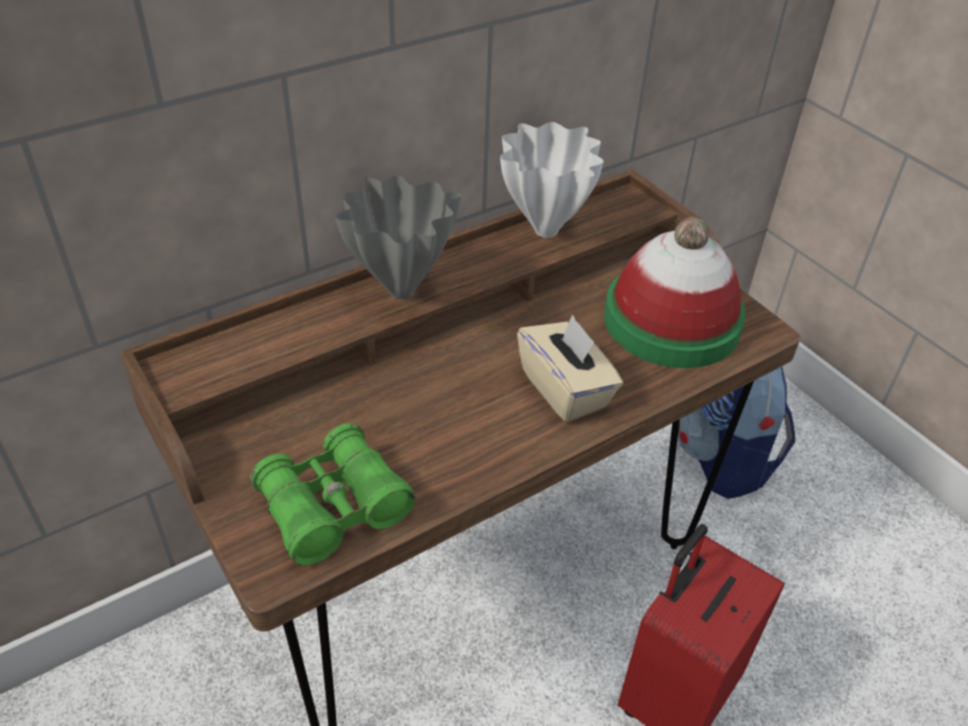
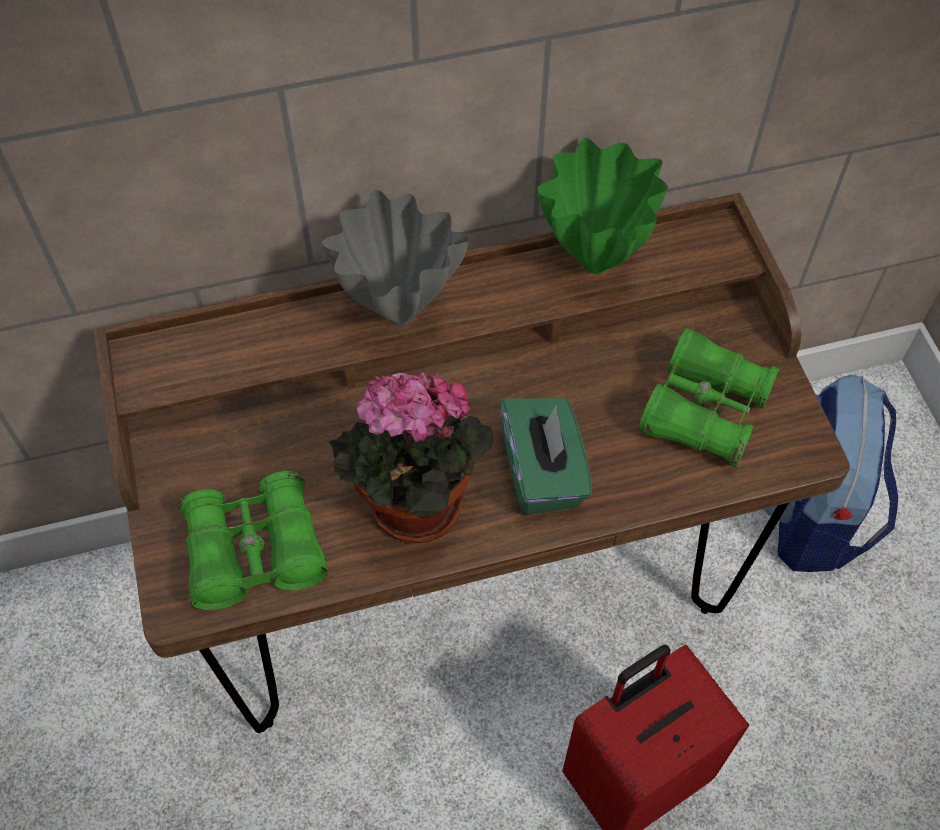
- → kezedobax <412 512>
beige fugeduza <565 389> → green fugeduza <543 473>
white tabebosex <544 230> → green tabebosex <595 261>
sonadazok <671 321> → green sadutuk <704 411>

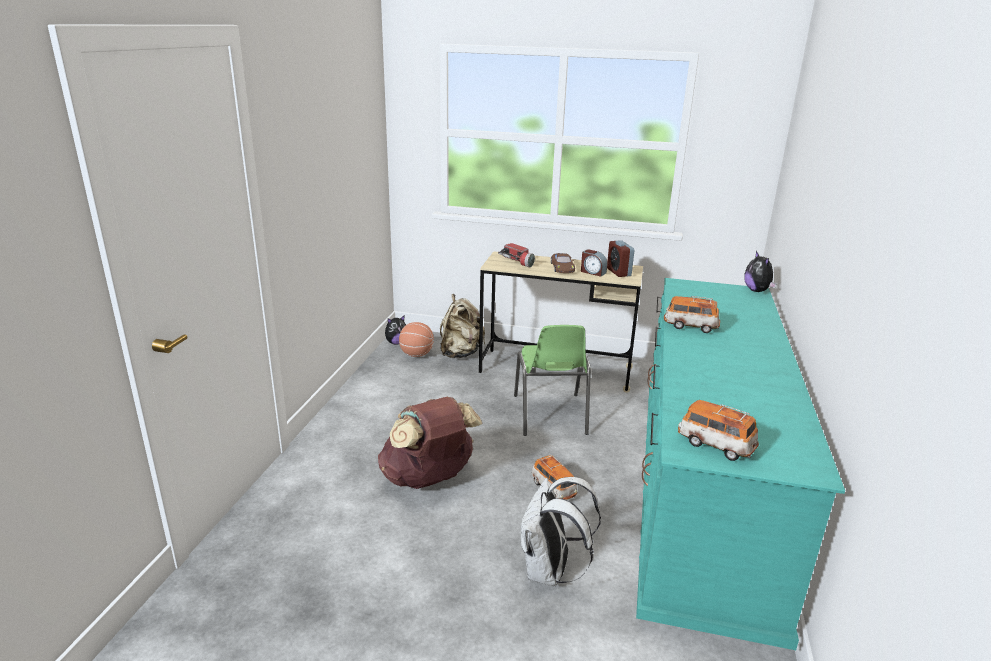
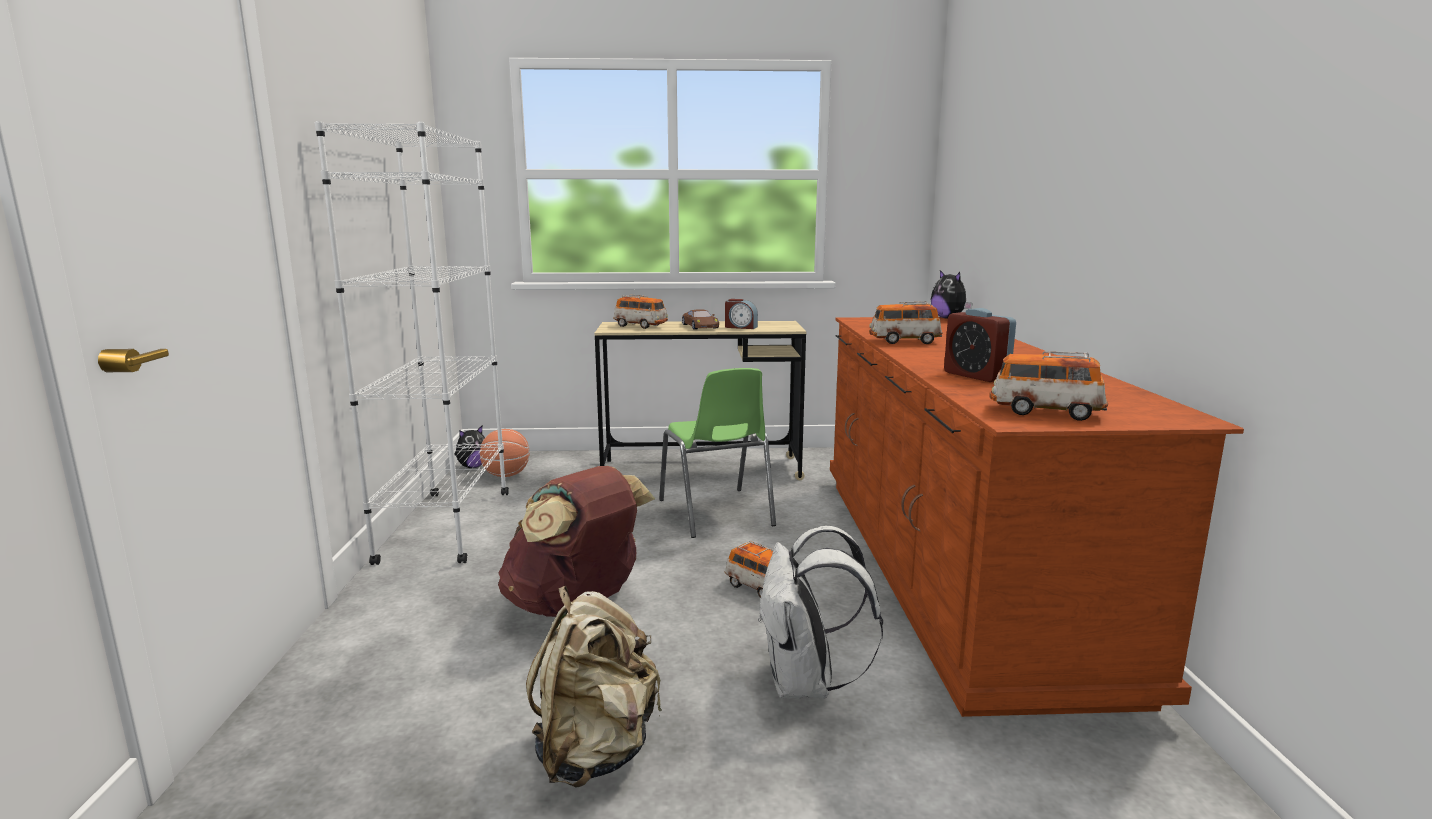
- → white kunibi <446 526>
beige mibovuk <460 353> → beige mibovuk <595 750>, moved
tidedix <518 262> → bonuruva <640 326>
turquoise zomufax <700 496> → brown zomufax <950 567>
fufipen <618 272> → fufipen <976 376>, moved

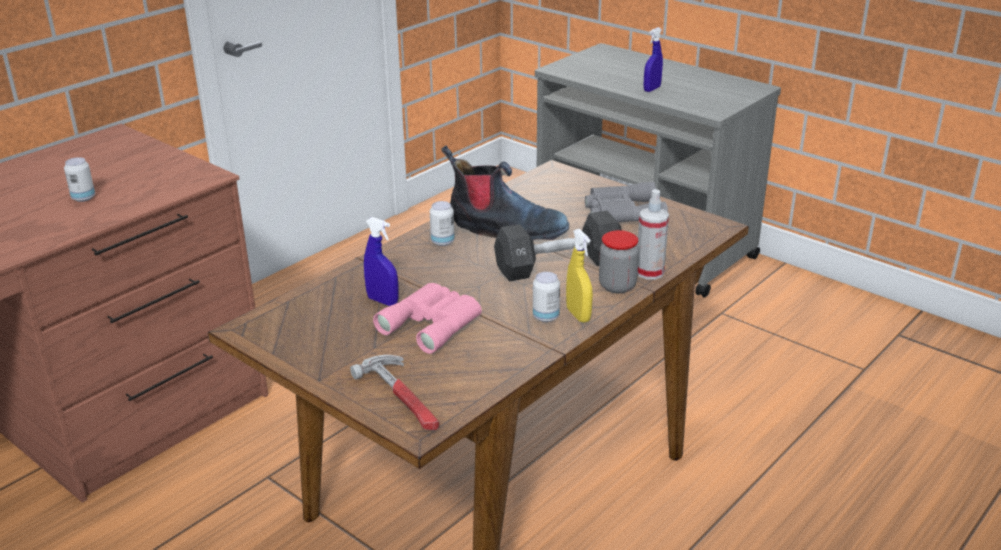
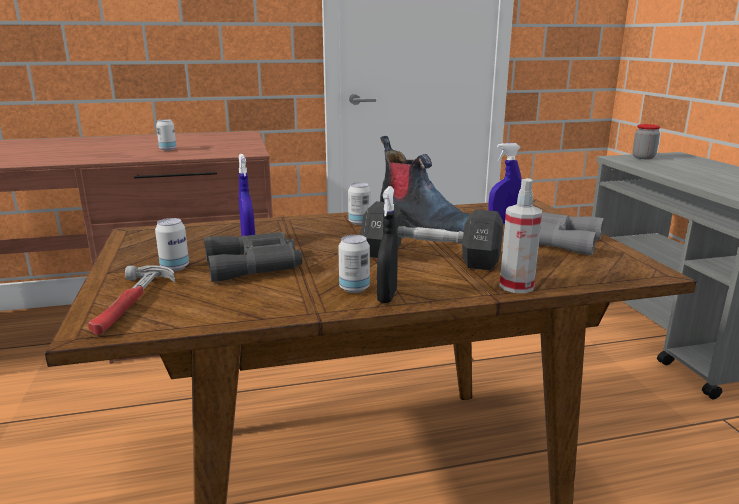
- → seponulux <175 267>
pink sadutuk <434 323> → grey sadutuk <256 265>
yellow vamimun <578 315> → black vamimun <387 296>
blue vamimun <652 89> → blue vamimun <503 223>, moved
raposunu <617 286> → raposunu <643 157>, moved

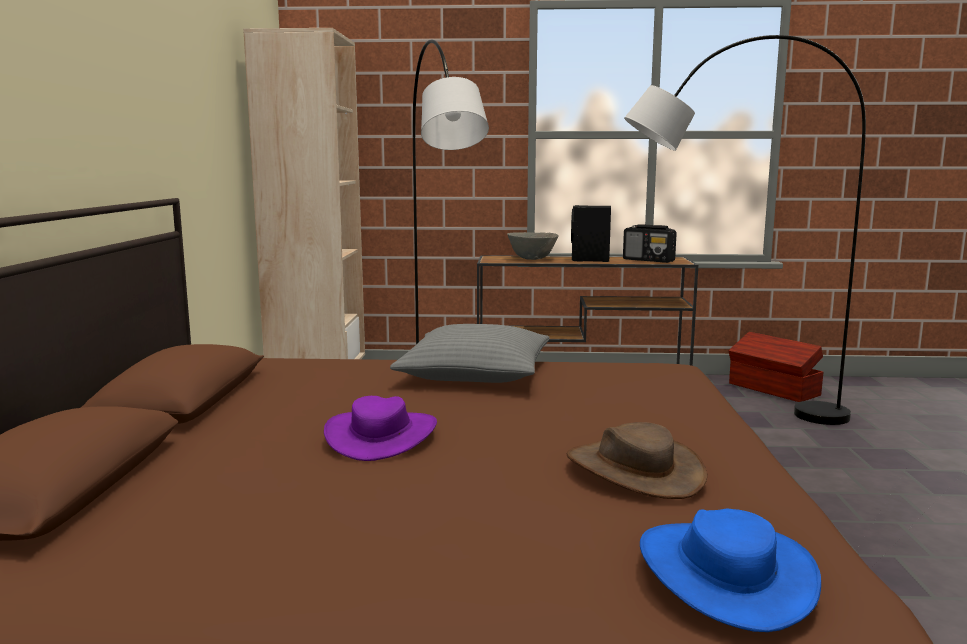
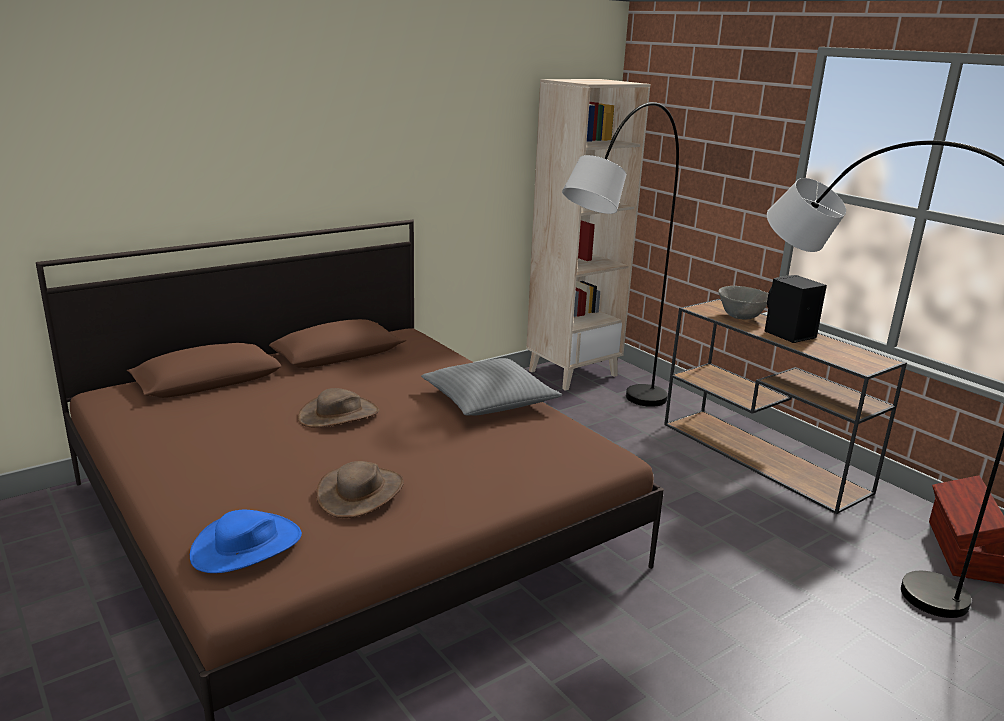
purple sonadazok <382 436> → brown sonadazok <339 415>
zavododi <649 260> → -

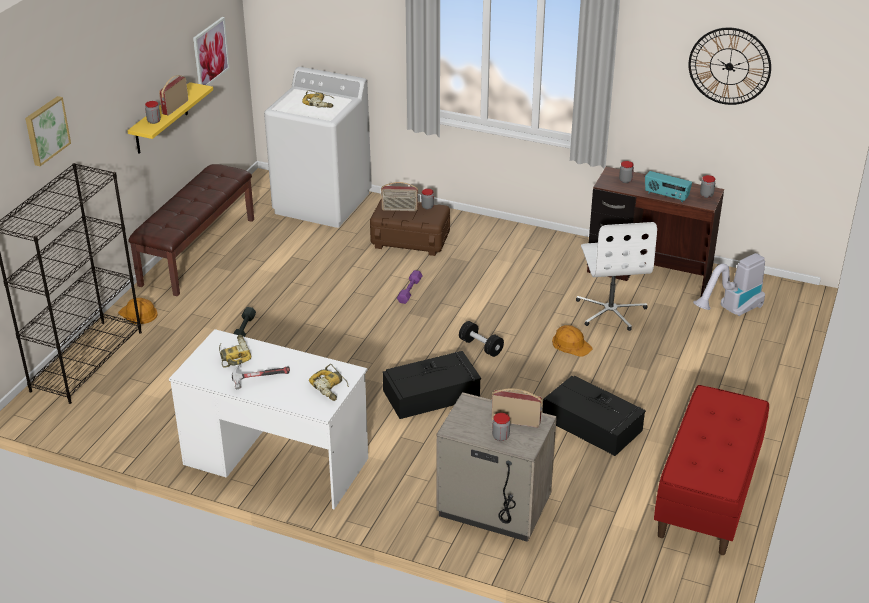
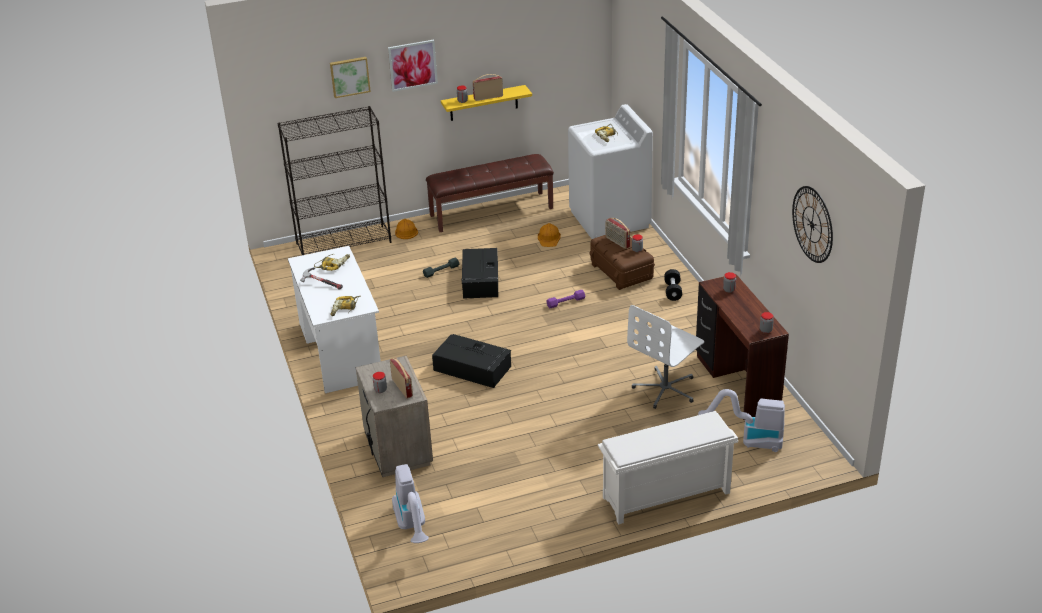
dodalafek <210 53> → dodalafek <412 65>, moved
- → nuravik <412 527>
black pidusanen <593 425> → black pidusanen <480 280>, moved
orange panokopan <571 344> → orange panokopan <549 238>, moved
- → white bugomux <665 496>
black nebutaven <481 346> → black nebutaven <672 291>, moved
zavododi <666 196> → -
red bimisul <708 496> → -

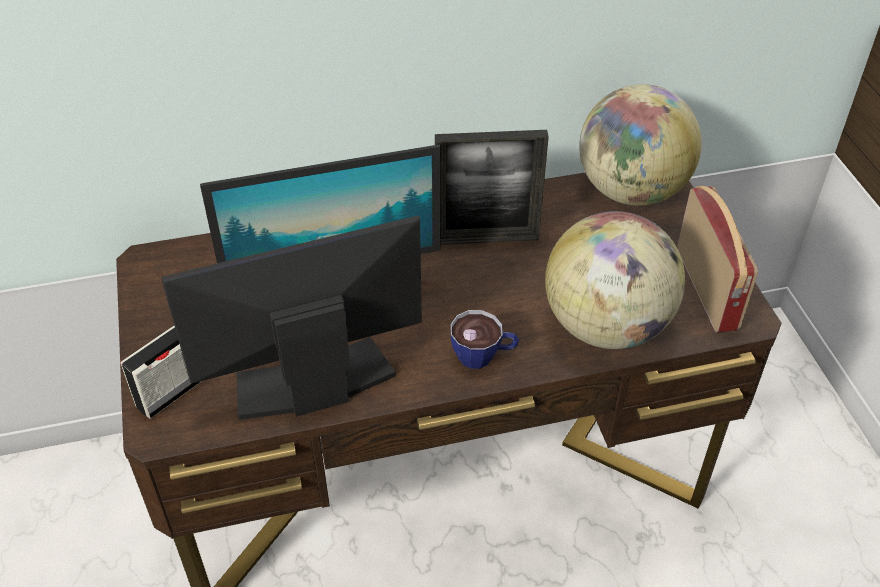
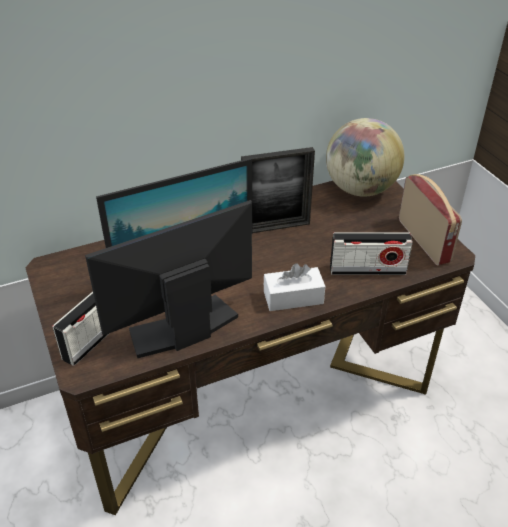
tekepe <483 356> → white fugeduza <293 297>
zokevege <606 326> → zavododi <367 270>

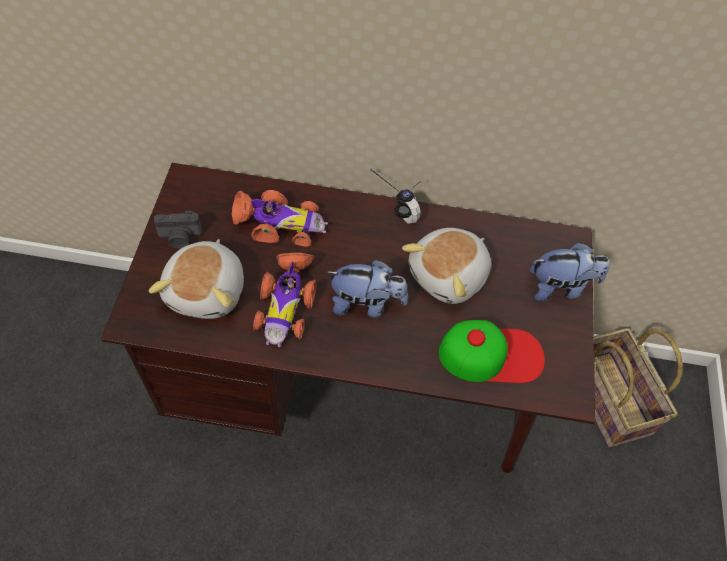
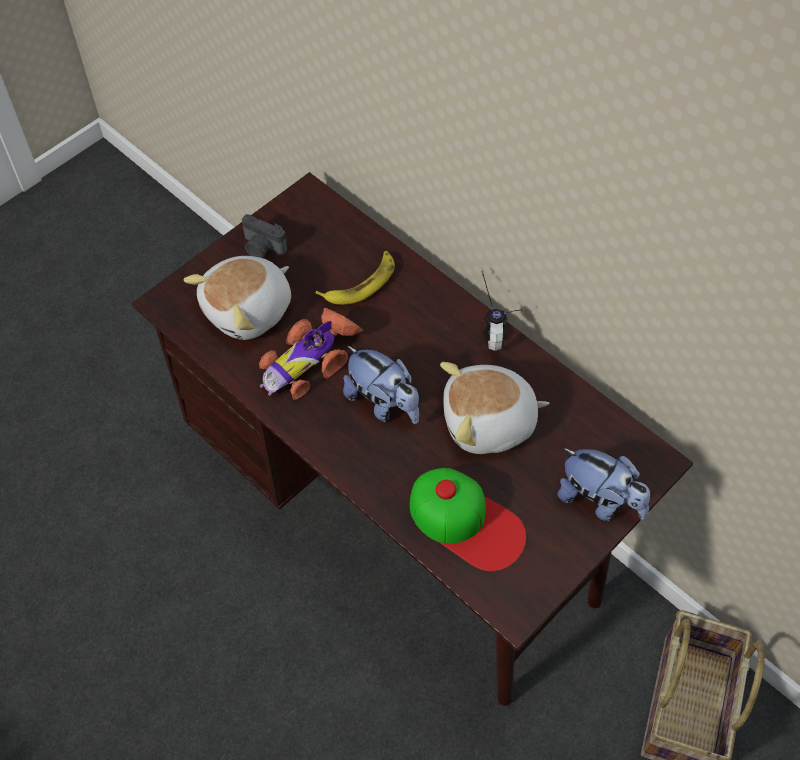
bonuruva <278 225> → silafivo <361 283>

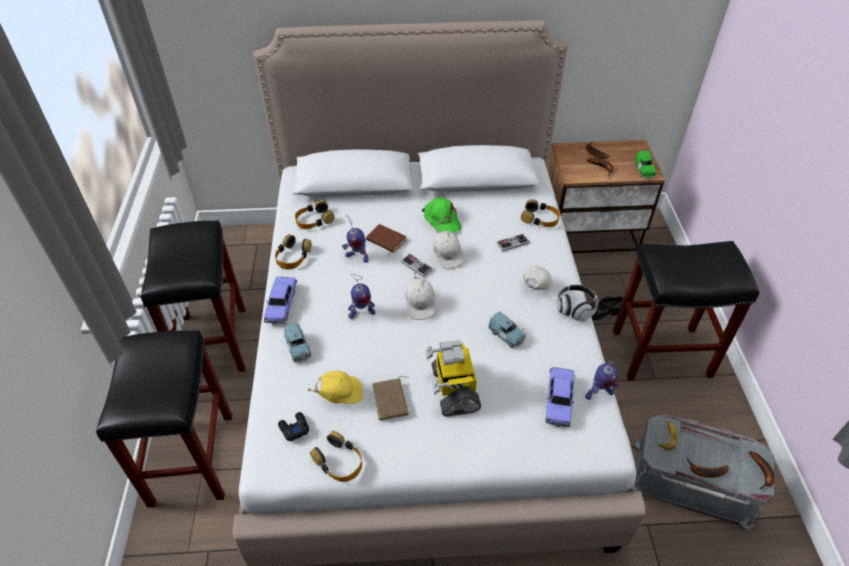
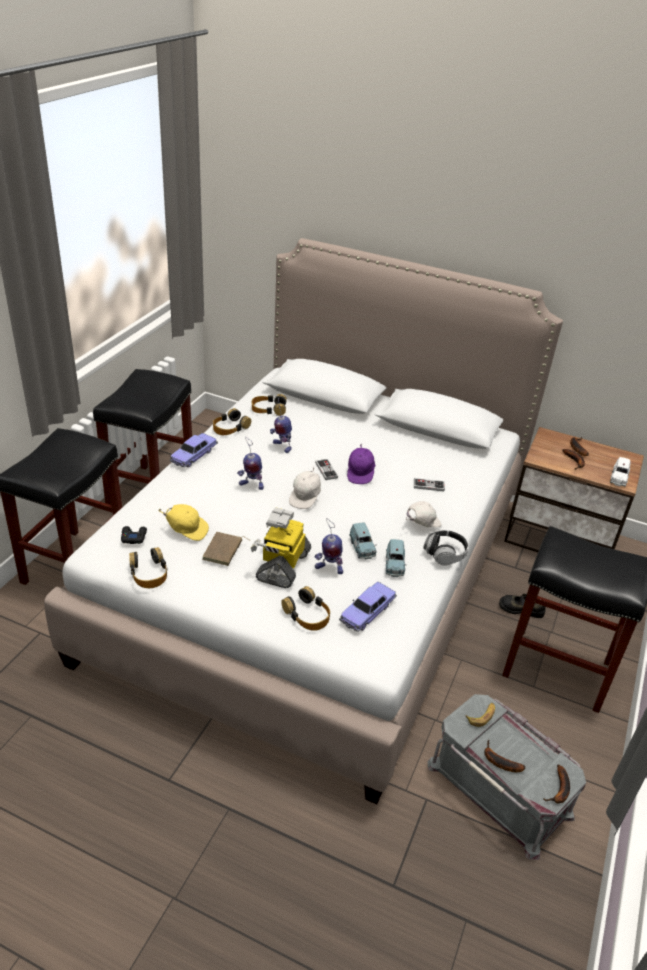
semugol <540 218> → semugol <307 615>, moved
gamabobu <598 393> → gamabobu <329 568>, moved
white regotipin <447 256> → purple regotipin <360 473>
blue bonuruva <298 349> → blue bonuruva <394 565>, moved
green bonuruva <644 170> → white bonuruva <618 478>
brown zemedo <385 241> → -
green regotipin <441 220> → -

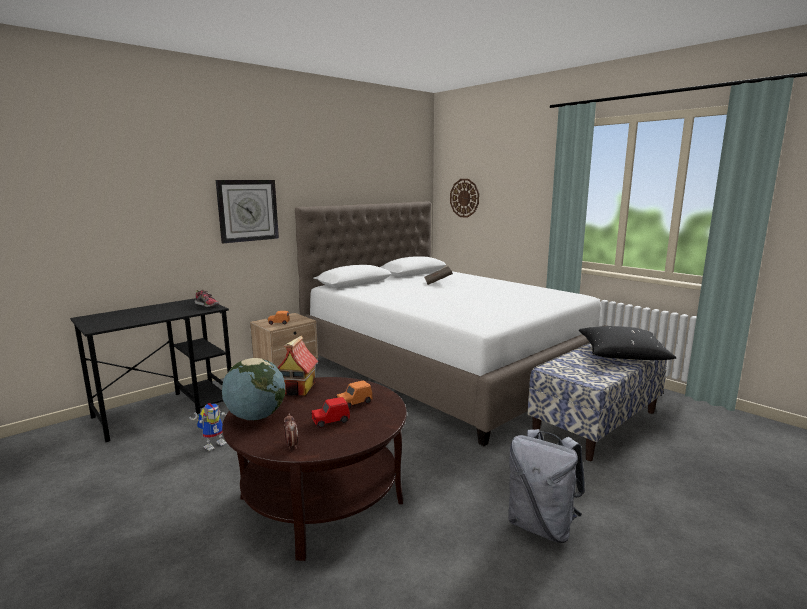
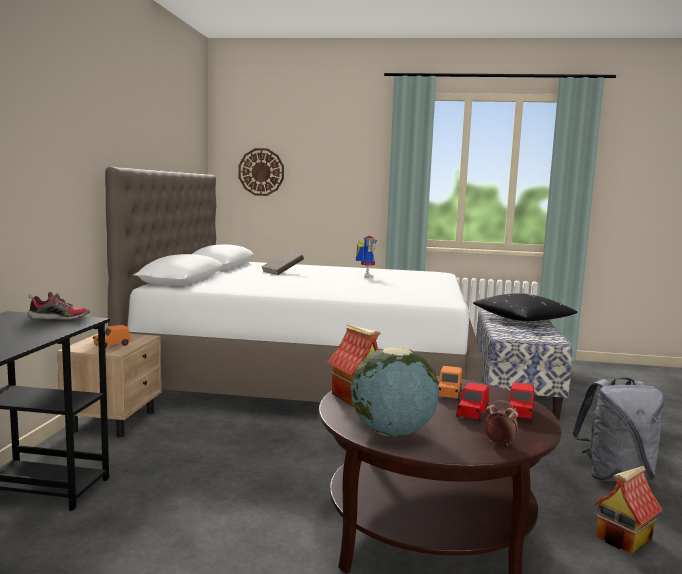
gamabobu <215 444> → gamabobu <365 276>, moved
- → red bonuruva <520 414>
- → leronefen <624 538>
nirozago <248 210> → -

